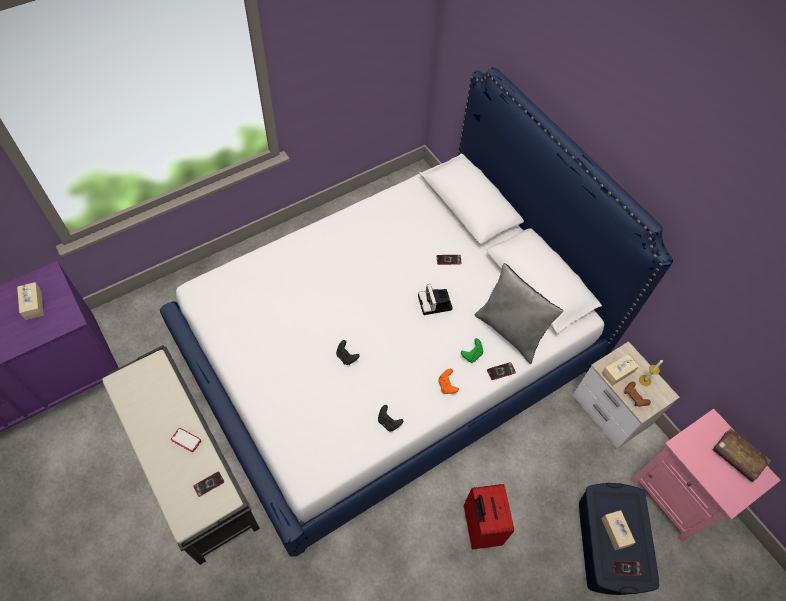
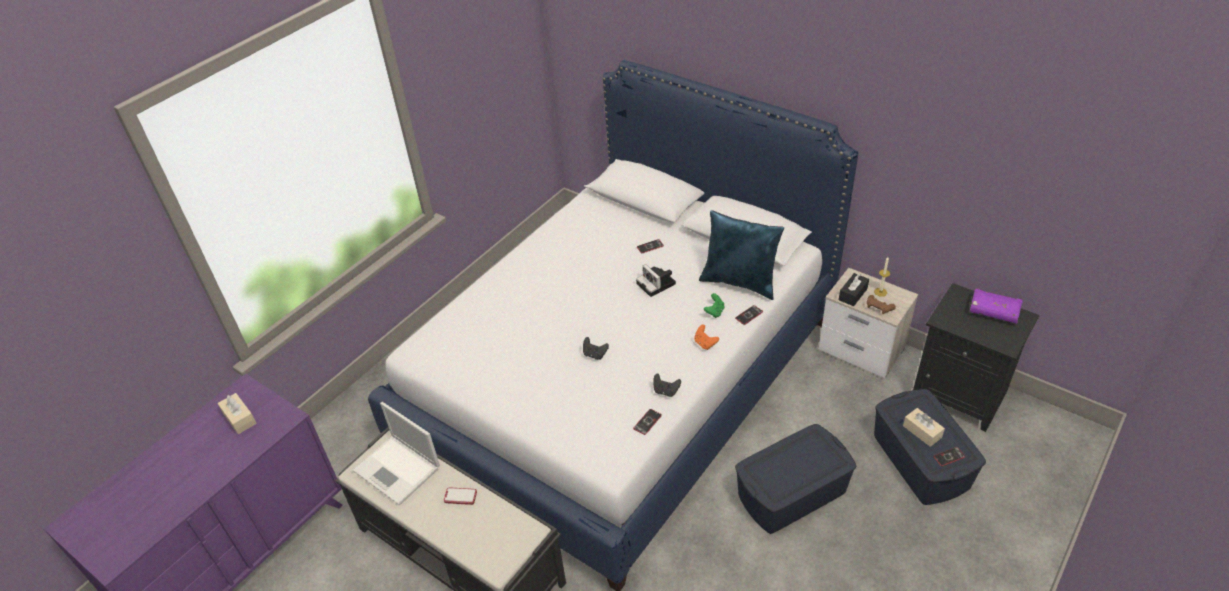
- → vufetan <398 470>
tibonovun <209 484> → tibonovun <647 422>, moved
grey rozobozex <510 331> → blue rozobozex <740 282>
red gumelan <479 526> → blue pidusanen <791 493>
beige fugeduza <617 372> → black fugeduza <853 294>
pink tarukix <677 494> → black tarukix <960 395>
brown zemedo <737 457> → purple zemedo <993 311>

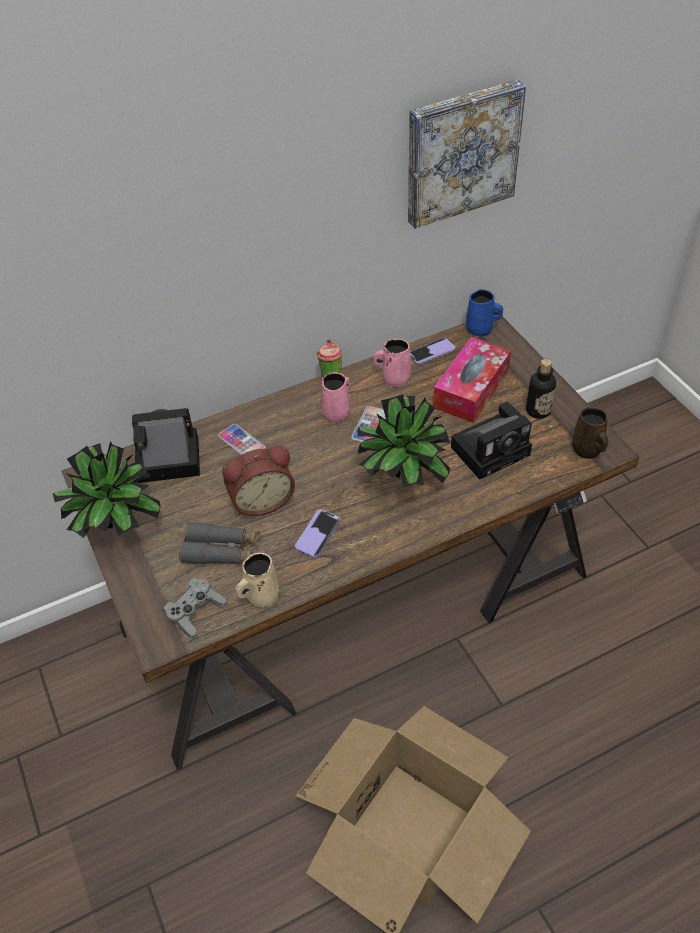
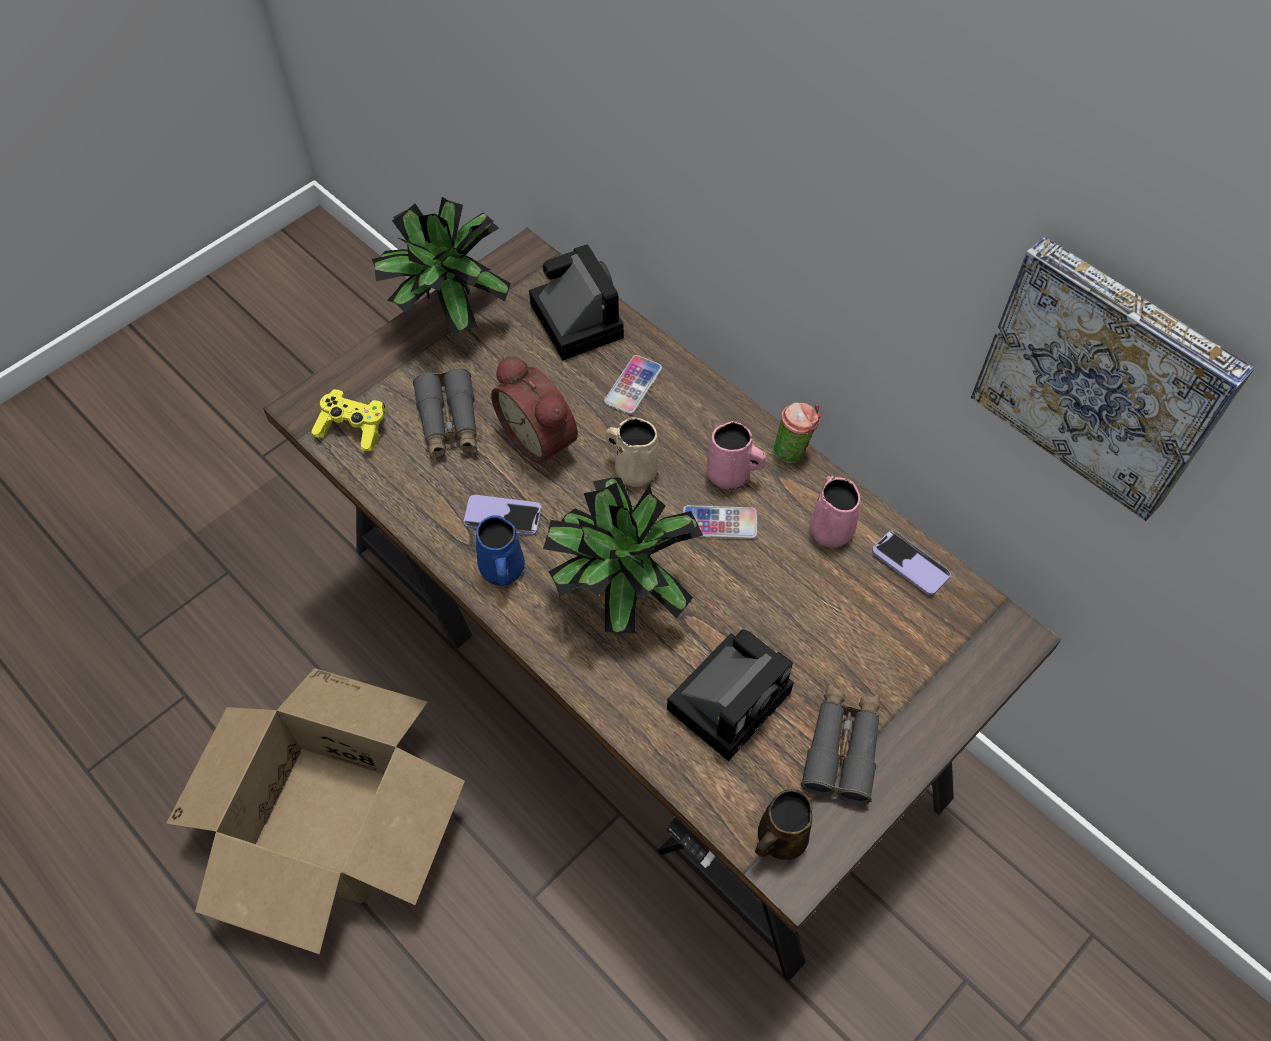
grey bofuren <195 613> → yellow bofuren <353 428>
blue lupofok <481 329> → blue lupofok <502 571>, moved
beige lupofok <260 596> → beige lupofok <634 470>, moved
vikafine <492 449> → vikafine <731 696>, 90 degrees counterclockwise
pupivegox <538 410> → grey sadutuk <842 747>
fugeduza <471 389> → -

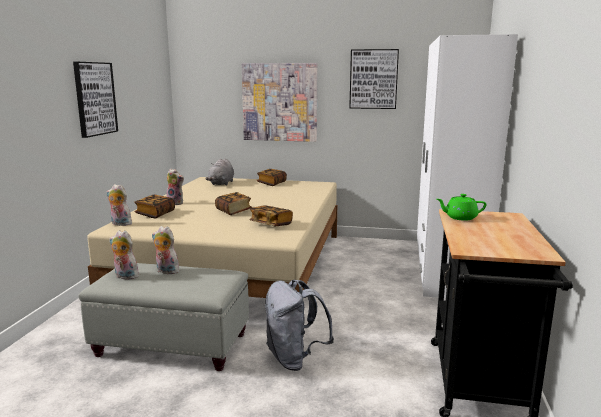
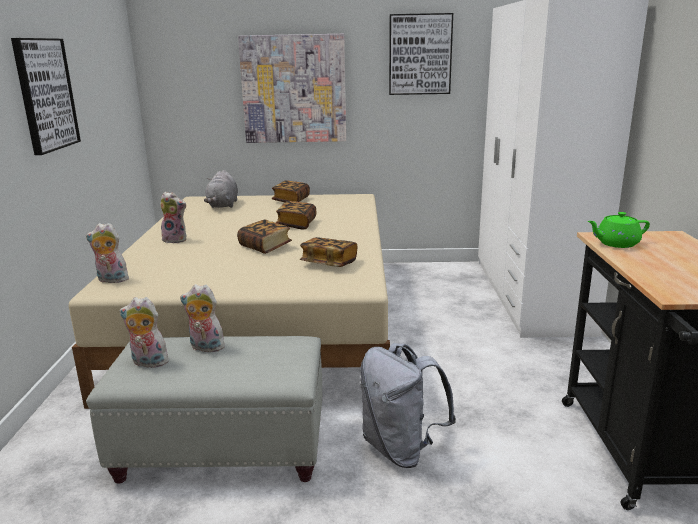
zemedo <155 214> → zemedo <296 224>, moved

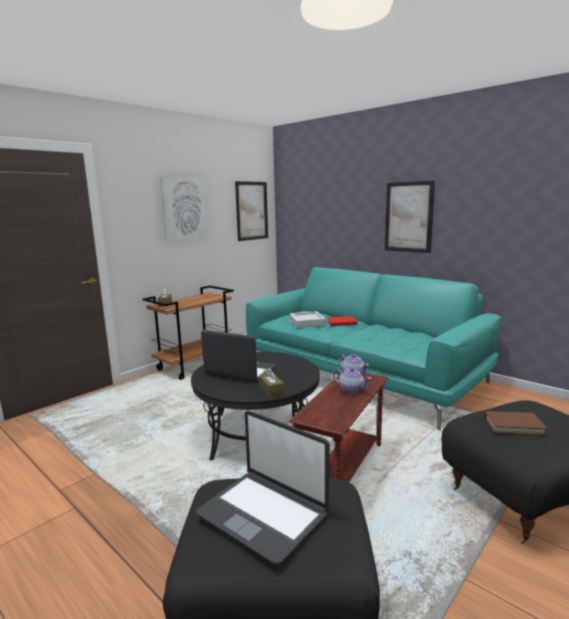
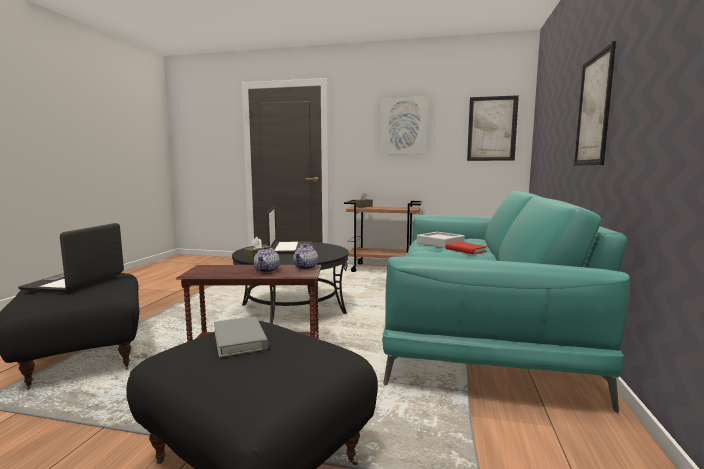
brown zemedo <513 426> → grey zemedo <240 340>

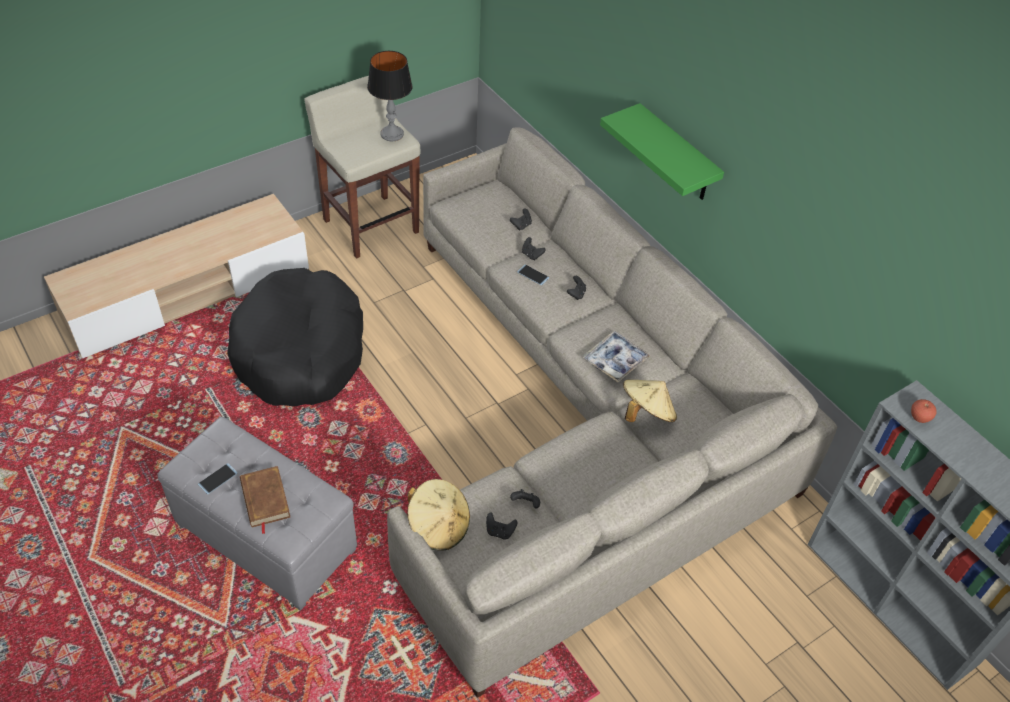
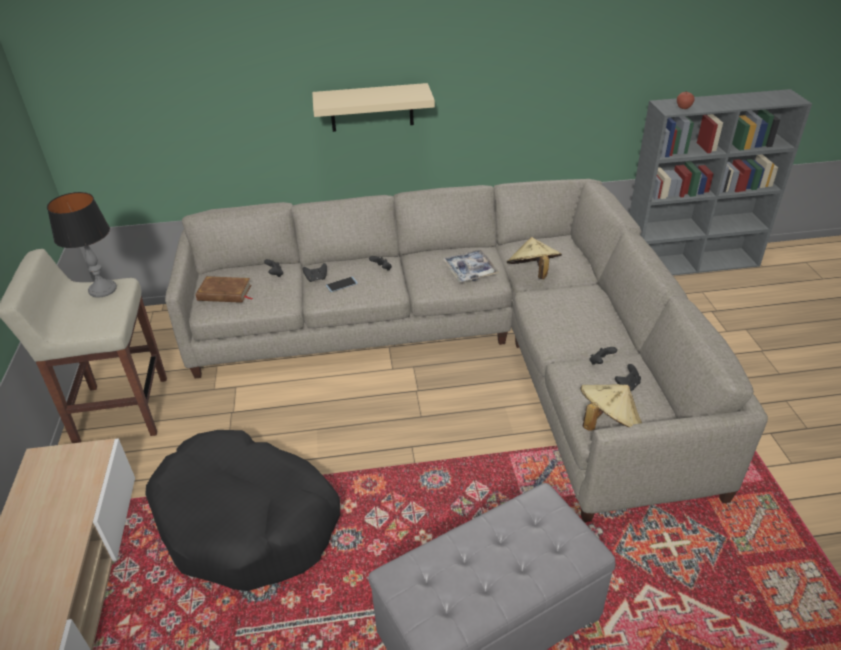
brown zemedo <265 499> → brown zemedo <225 293>, moved
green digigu <676 155> → beige digigu <371 107>
tibonovun <218 479> → -

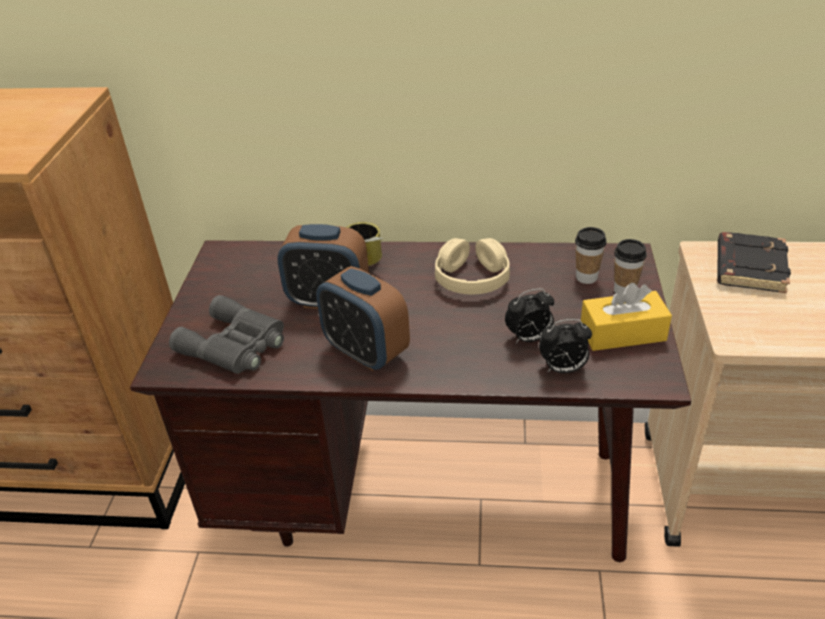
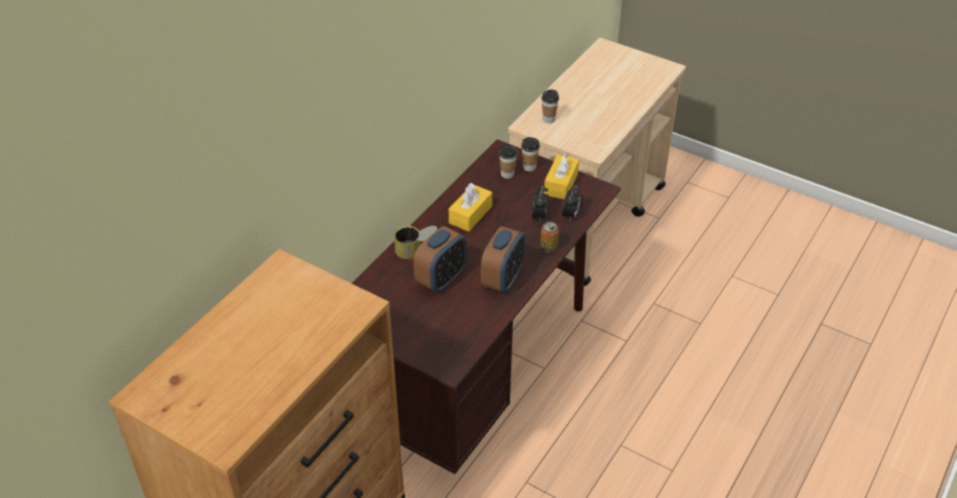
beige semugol <472 278> → yellow fugeduza <470 214>
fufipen <366 352> → fufipen <502 279>, 45 degrees counterclockwise
- → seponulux <548 248>
black zemedo <748 267> → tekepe <549 119>
grey sadutuk <235 346> → -

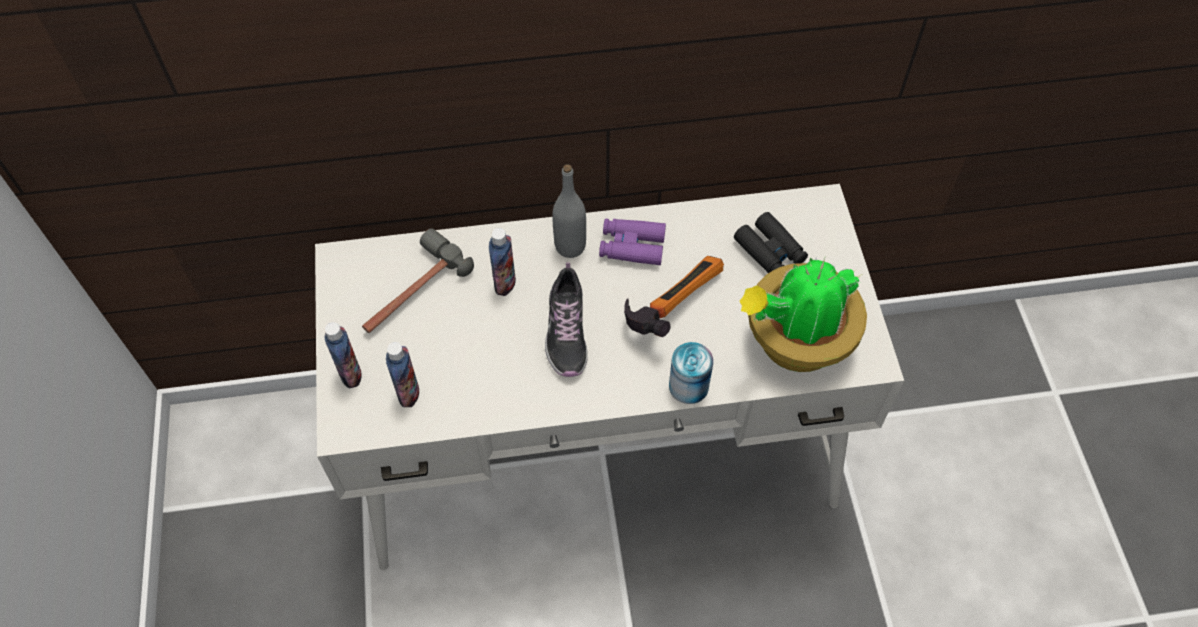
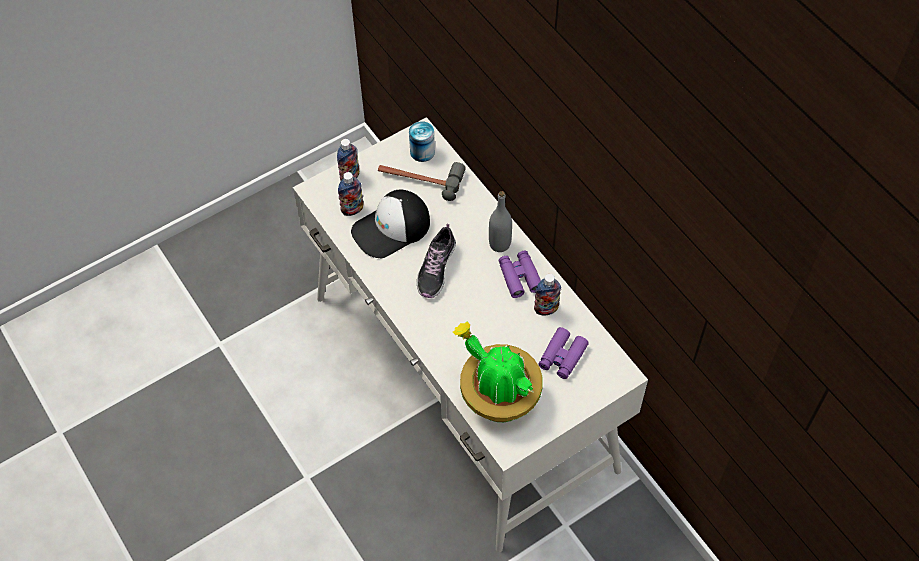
- → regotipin <391 229>
seponulux <688 386> → seponulux <422 152>, moved
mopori <566 331> → mopori <436 268>, 45 degrees counterclockwise
pupivegox <505 283> → pupivegox <546 309>, moved
black sadutuk <770 251> → purple sadutuk <562 357>
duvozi <670 302> → -

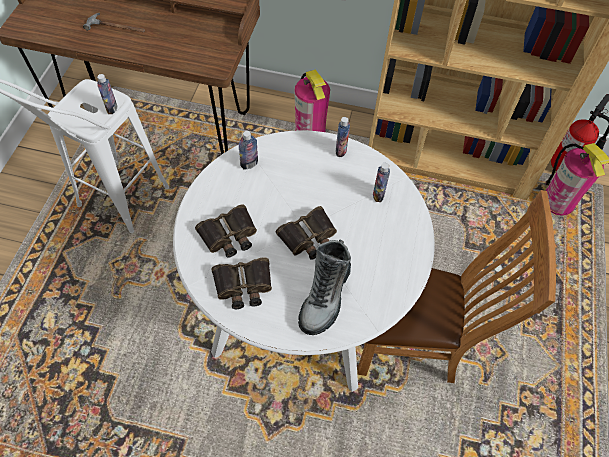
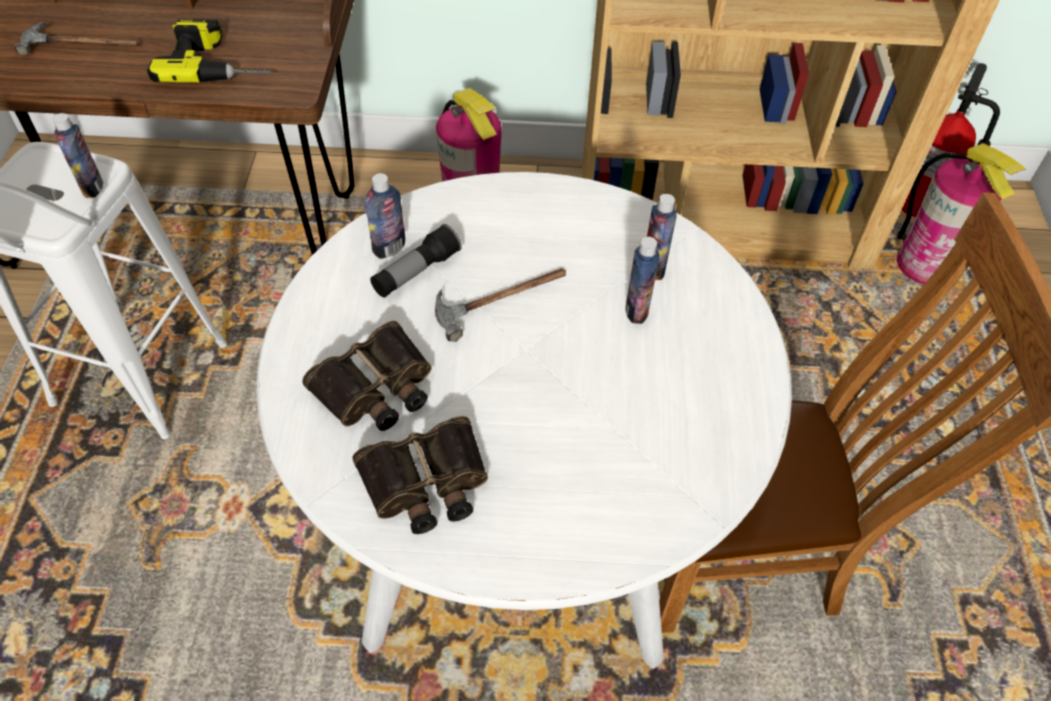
- → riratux <219 62>
- → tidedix <416 272>
- → duvozi <502 298>
pupivegox <341 150> → pupivegox <636 310>, moved
sadutuk <309 238> → -
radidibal <325 296> → -

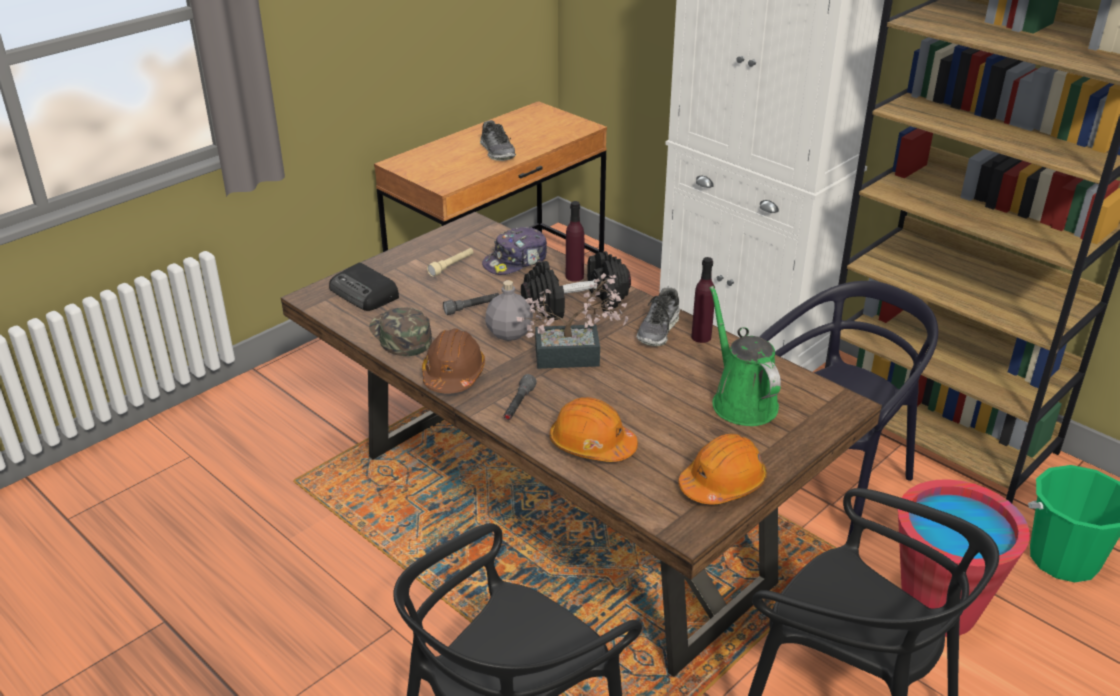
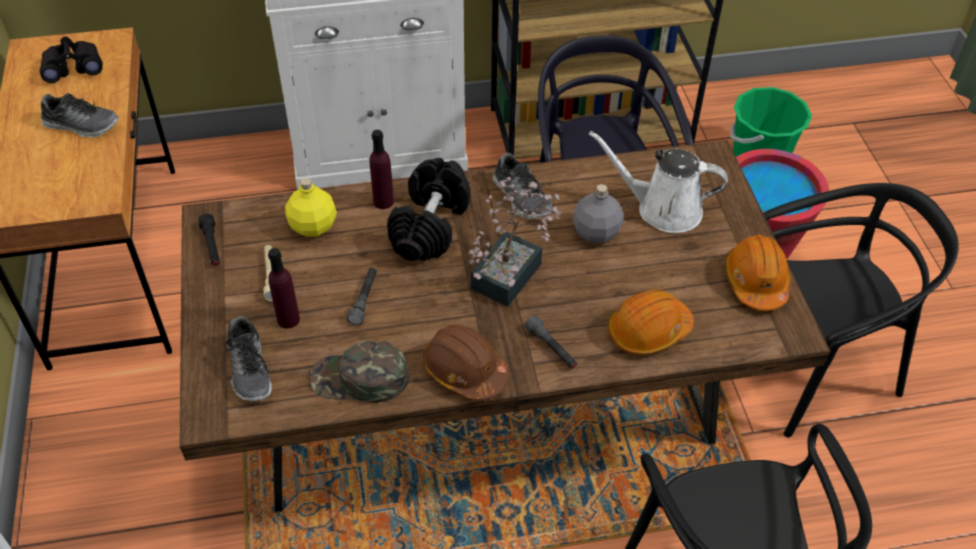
- → black sadutuk <73 67>
- → black tidedix <212 246>
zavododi <365 293> → mopori <250 369>
purple pupivegox <701 337> → purple pupivegox <288 319>, moved
regotipin <516 261> → yellow pupivegox <314 226>
grey pupivegox <509 334> → grey pupivegox <596 233>, moved
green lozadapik <741 401> → white lozadapik <662 209>

